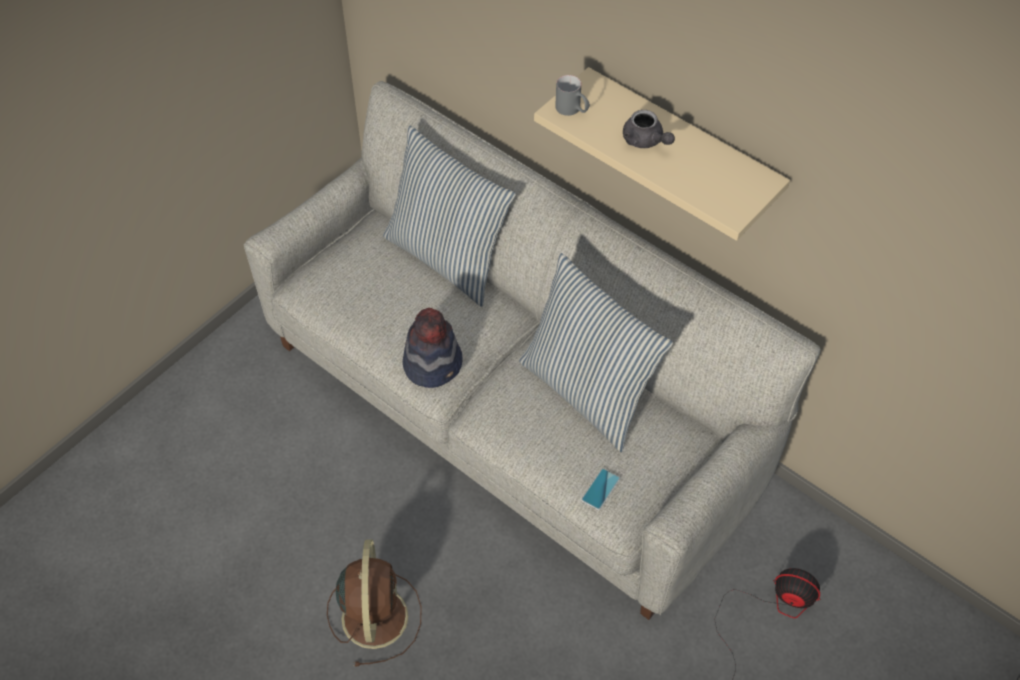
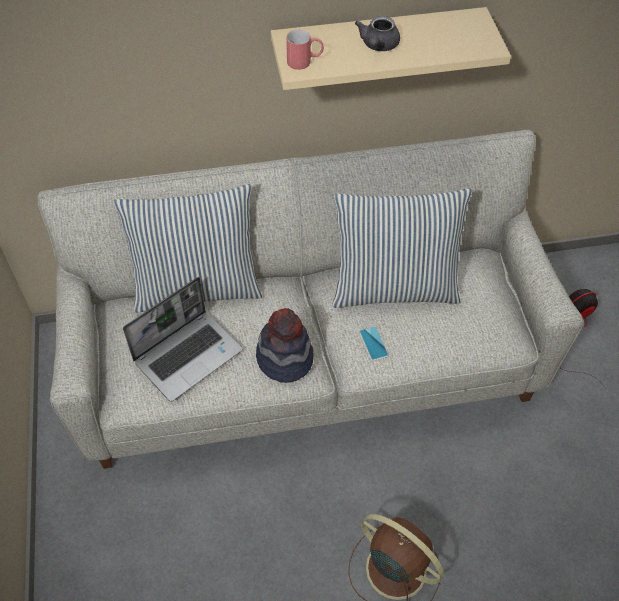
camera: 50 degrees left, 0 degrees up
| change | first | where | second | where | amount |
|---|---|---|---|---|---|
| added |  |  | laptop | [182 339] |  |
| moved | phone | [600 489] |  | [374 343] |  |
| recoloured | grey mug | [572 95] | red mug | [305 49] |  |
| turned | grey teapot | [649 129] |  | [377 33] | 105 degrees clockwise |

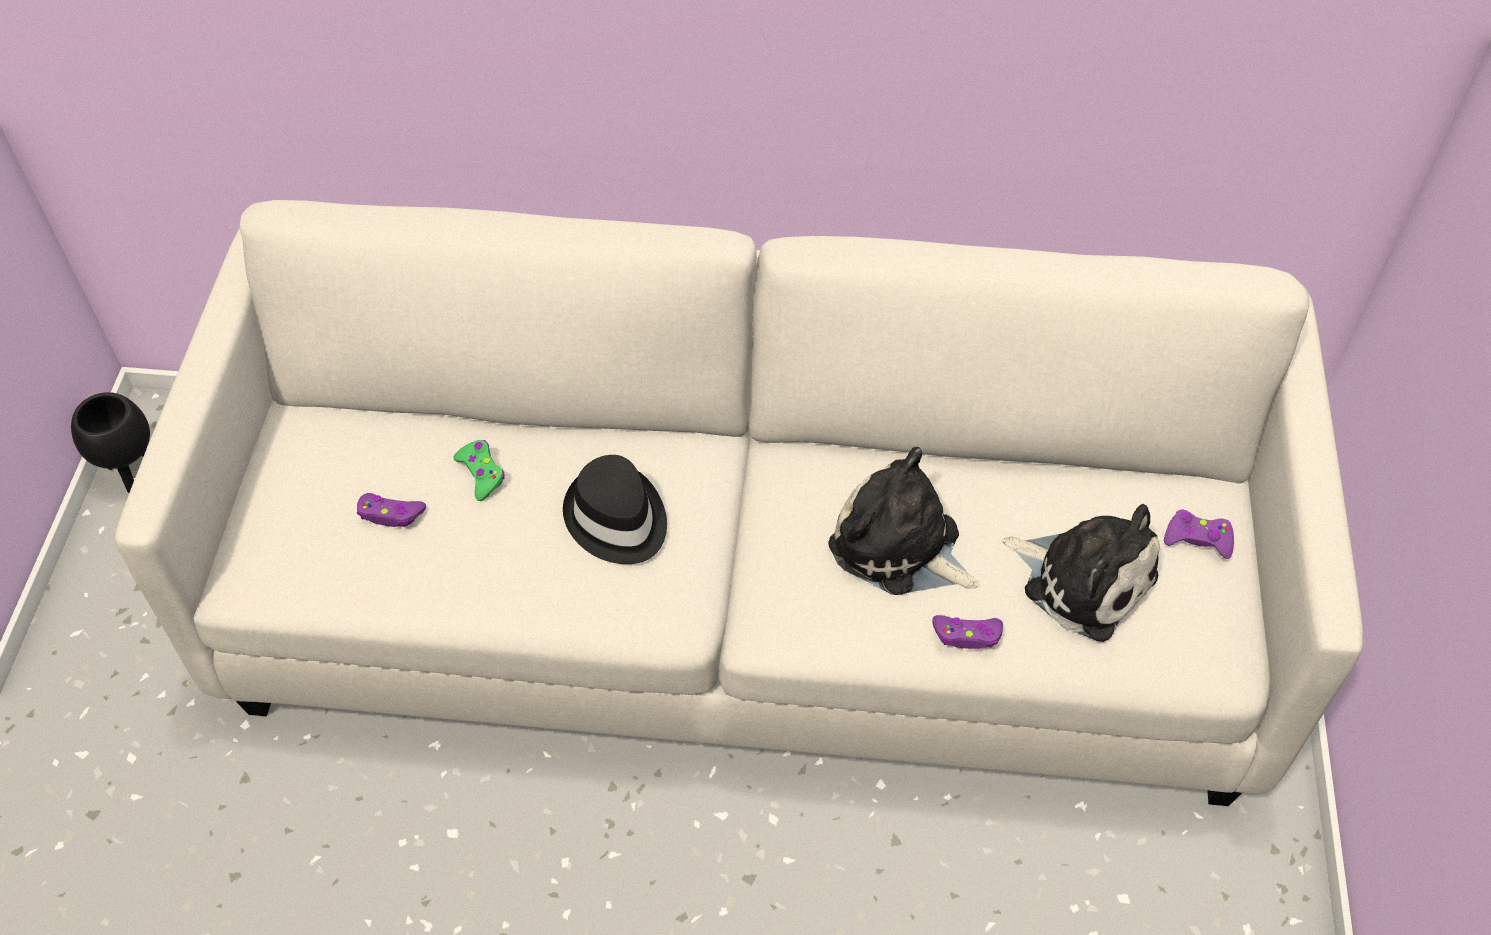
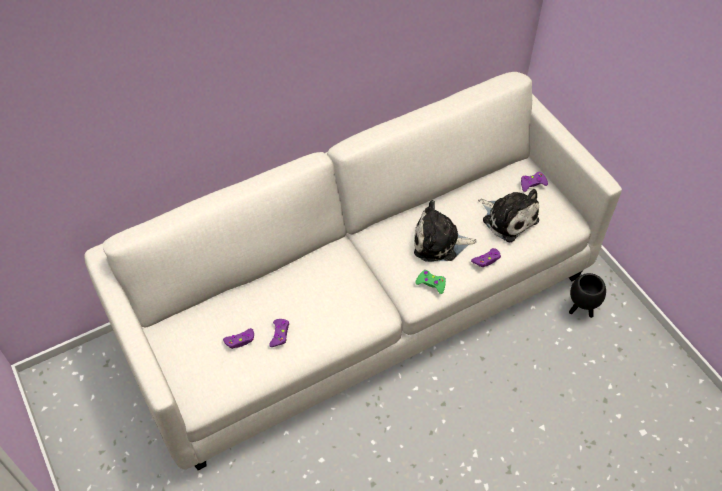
camera: 35 degrees left, 0 degrees up
| change | first | where | second | where | amount |
|---|---|---|---|---|---|
| removed | black hat | [615 509] |  |  |  |
| added |  |  | purple game controller | [279 333] |  |
| moved | black planter | [110 442] |  | [587 295] |  |
| moved | green game controller | [479 470] |  | [430 282] |  |
| turned | plush toy | [1081 573] |  | [508 216] | 45 degrees clockwise |

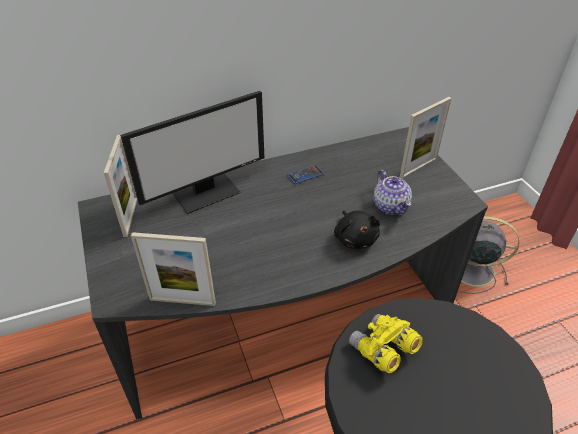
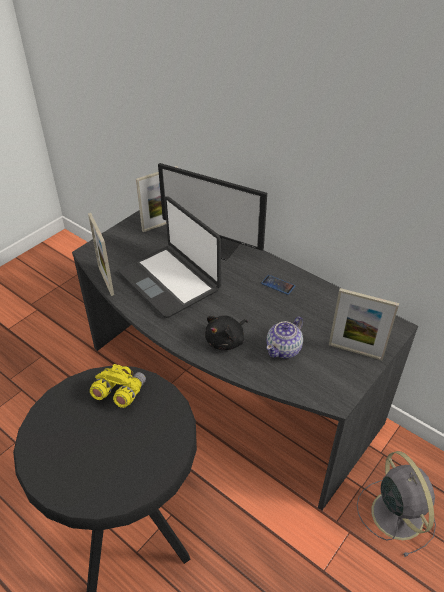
camera: 60 degrees right, 0 degrees up
| change | first | where | second | where | amount |
|---|---|---|---|---|---|
| added |  |  | laptop | [169 257] |  |

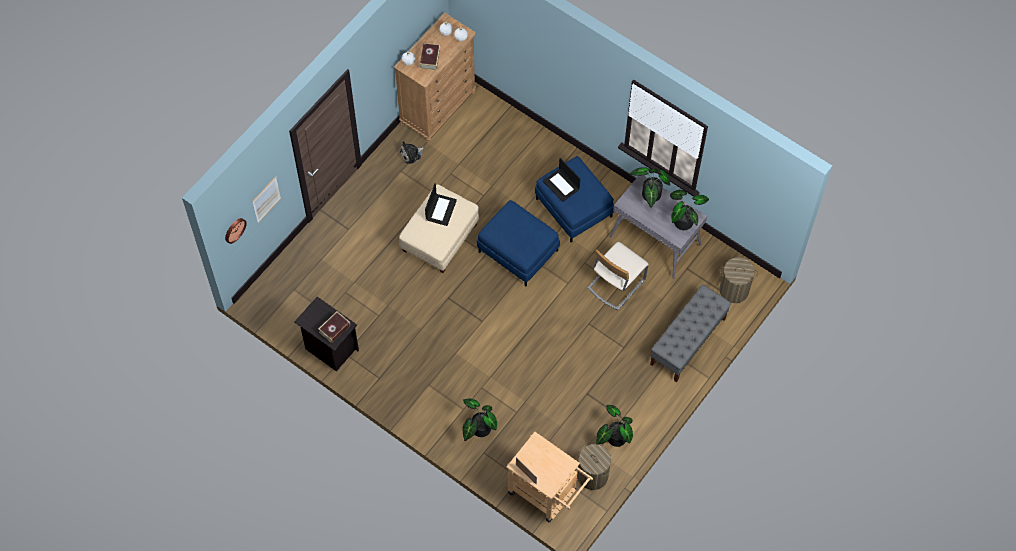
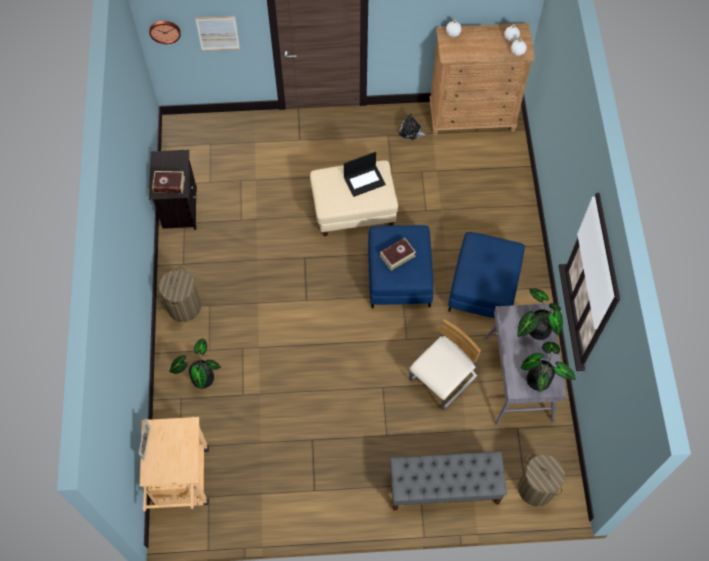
camera: 50 degrees right, 0 degrees up
| change | first | where | second | where | amount |
|---|---|---|---|---|---|
| removed | laptop | [561 180] |  |  |  |
| removed | potted plant | [614 426] |  |  |  |
| moved | book | [429 56] |  | [398 254] |  |
| moved | laundry basket | [594 467] |  | [180 294] |  |
| turned | beige chair | [618 276] |  | [445 364] | 135 degrees clockwise |

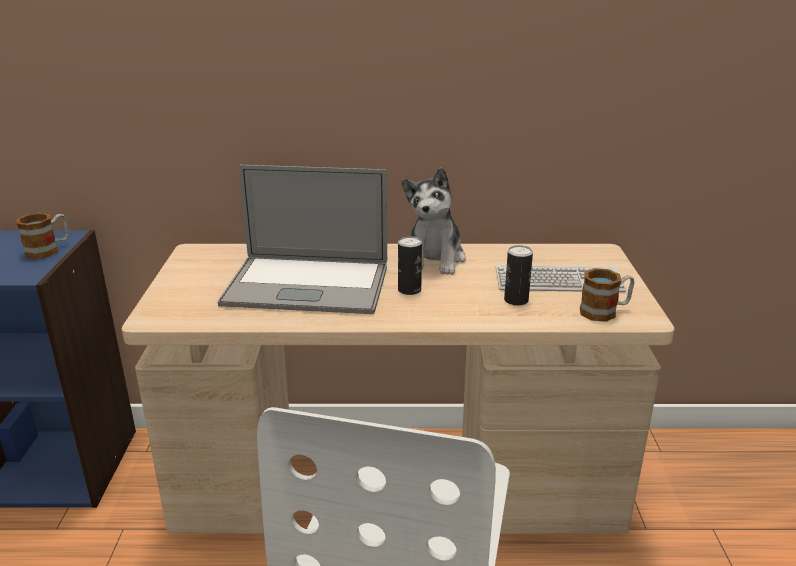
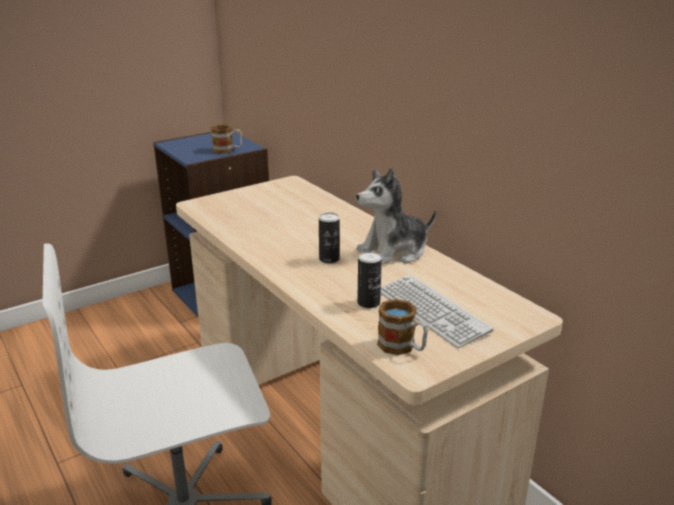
camera: 55 degrees right, 0 degrees up
| change | first | where | second | where | amount |
|---|---|---|---|---|---|
| removed | laptop | [302 239] |  |  |  |

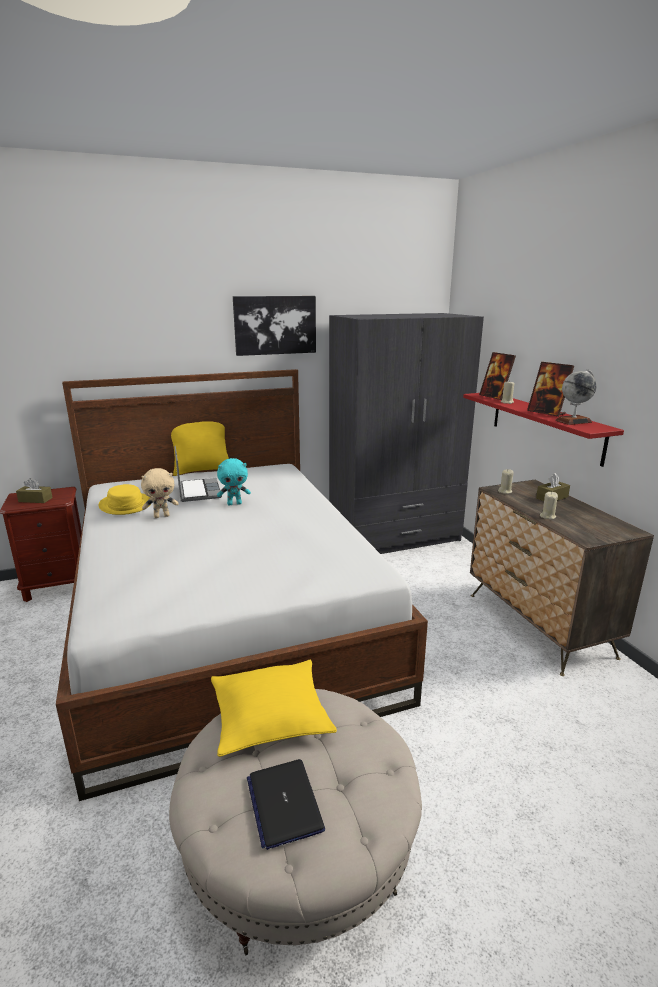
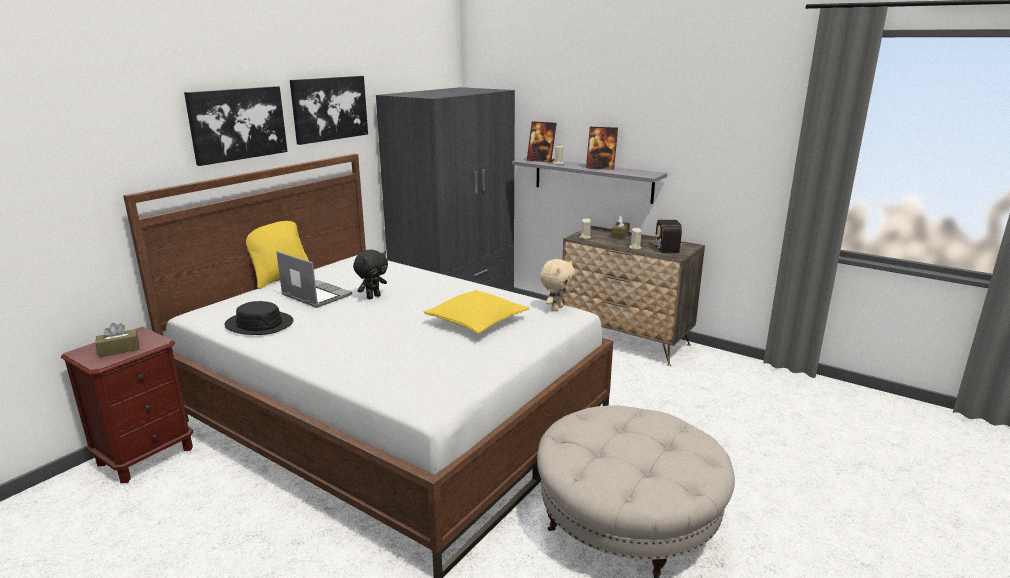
camera: 35 degrees left, 0 degrees up
| change | first | where | second | where | amount |
|---|---|---|---|---|---|
| removed | laptop | [286 804] |  |  |  |
| removed | globe | [576 397] |  |  |  |
| added |  |  | picture | [236 126] |  |
| added |  |  | radio | [668 236] |  |
| moved | beige plush toy | [160 493] |  | [557 285] |  |
| moved | yellow pillow | [274 708] |  | [477 312] |  |
| recoloured | yellow hat | [124 499] | black hat | [258 318] |  |
| recoloured | turquoise plush toy | [234 481] | black plush toy | [370 274] |  |
| recoloured | red shelf | [543 430] | grey shelf | [589 181] |  |

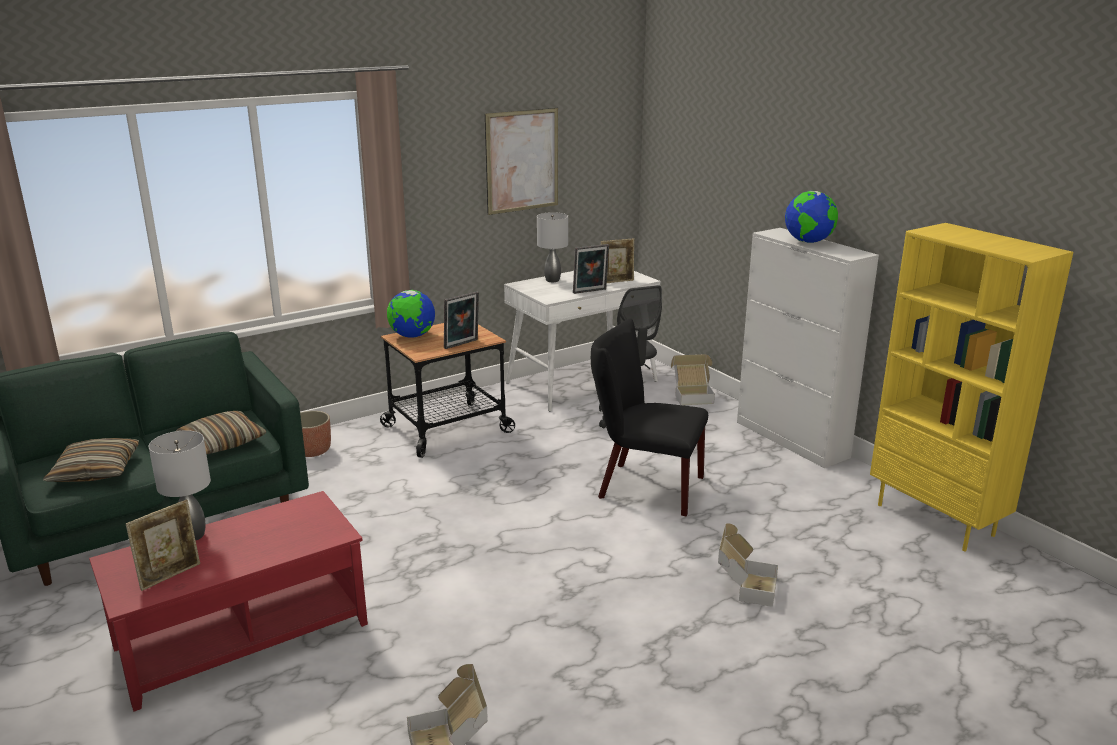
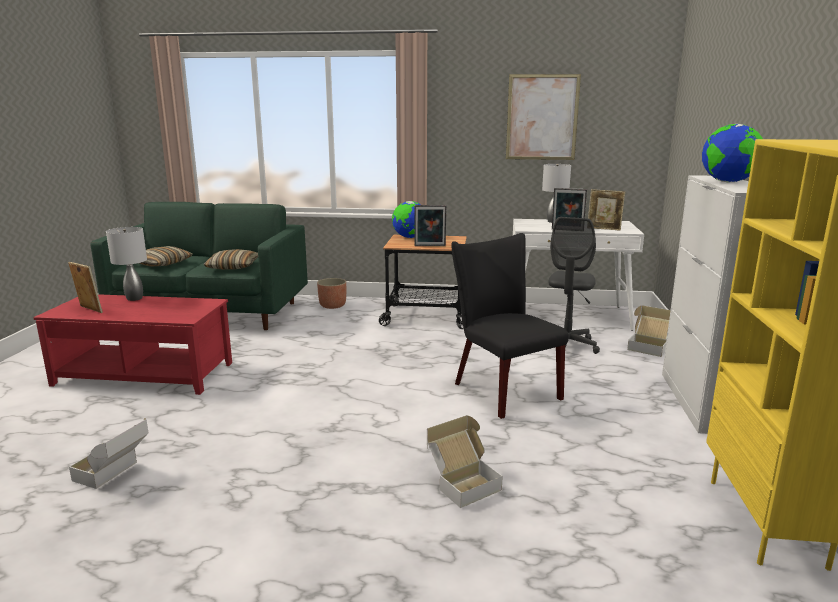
camera: 40 degrees right, 5 degrees down
| change | first | where | second | where | amount |
|---|---|---|---|---|---|
| turned | picture frame | [163 545] |  | [85 287] | 135 degrees counterclockwise |

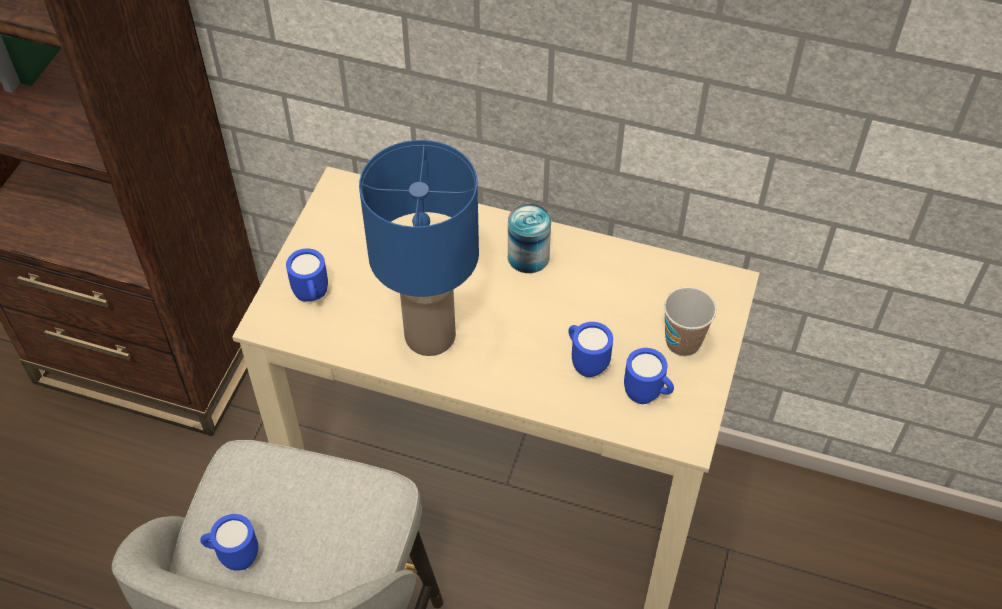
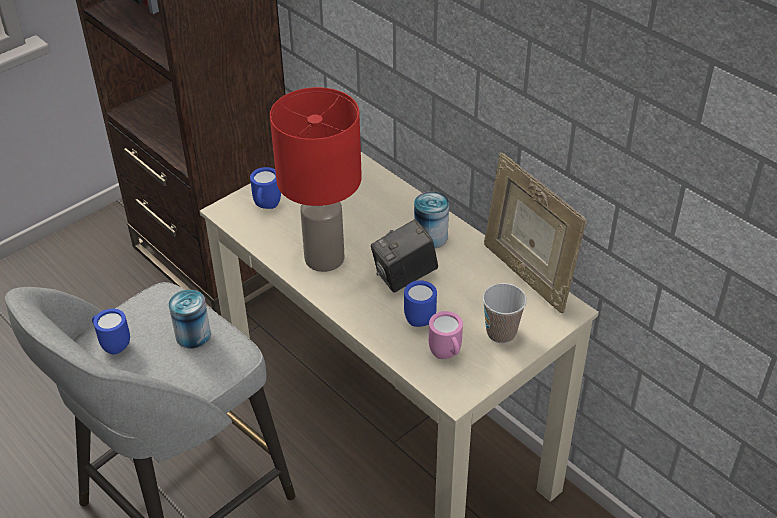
camera: 30 degrees right, 10 degrees down
| change | first | where | second | where | amount |
|---|---|---|---|---|---|
| added |  |  | can | [190 319] |  |
| added |  |  | photo camera | [404 255] |  |
| added |  |  | picture frame | [535 233] |  |
| recoloured | blue table lamp | [419 248] | red table lamp | [316 179] |  |
| recoloured | blue mug | [649 376] | pink mug | [446 335] |  |

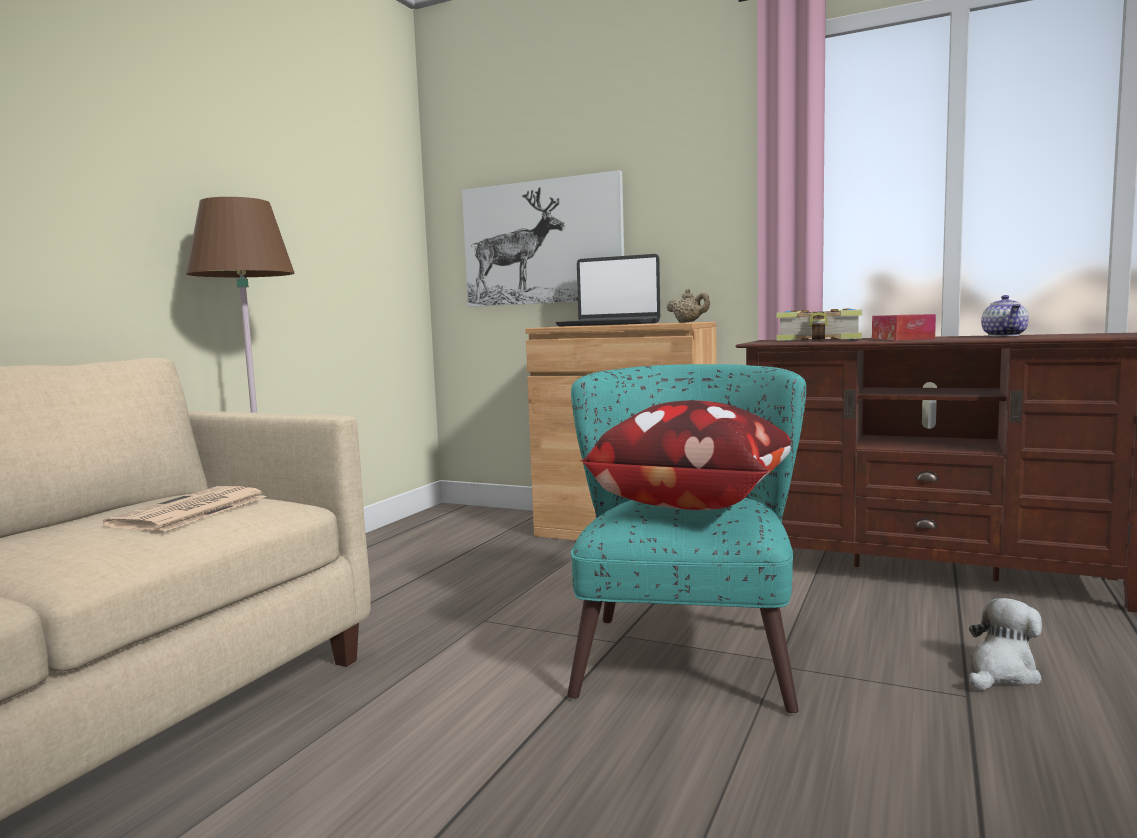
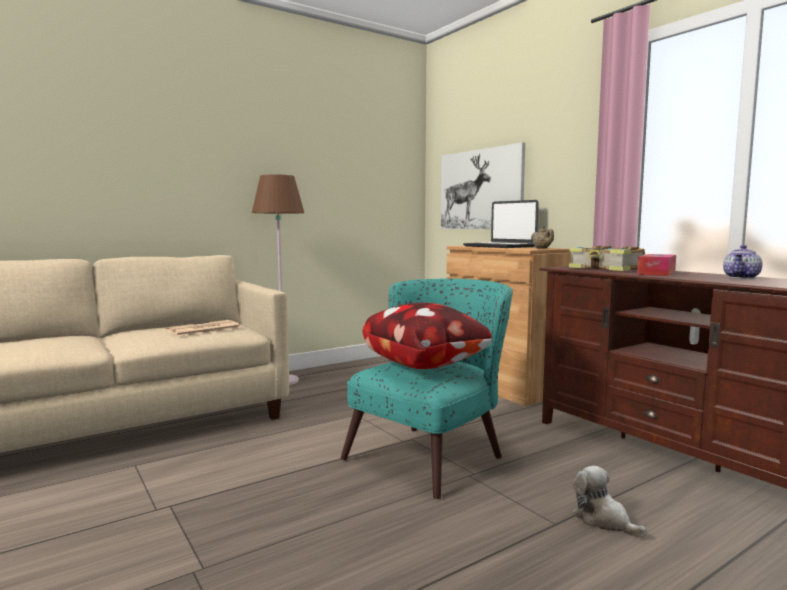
camera: 30 degrees right, 0 degrees up
| change | first | where | second | where | amount |
|---|---|---|---|---|---|
| turned | plush toy | [1005 644] |  | [609 501] | 120 degrees counterclockwise |

